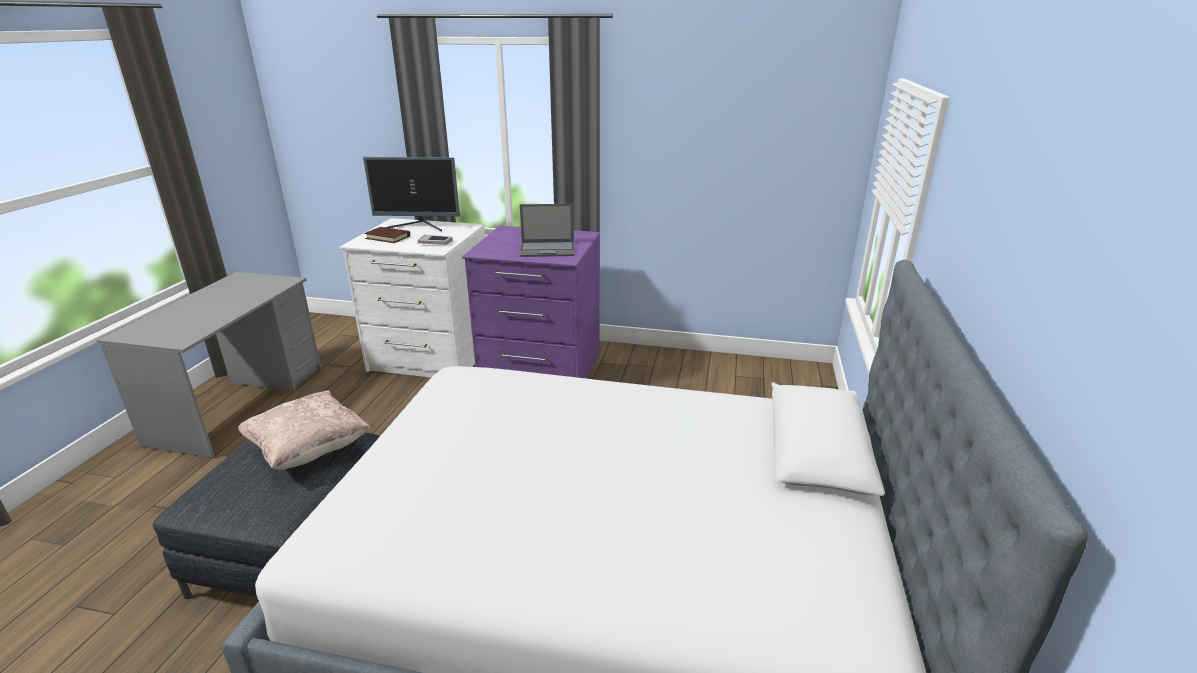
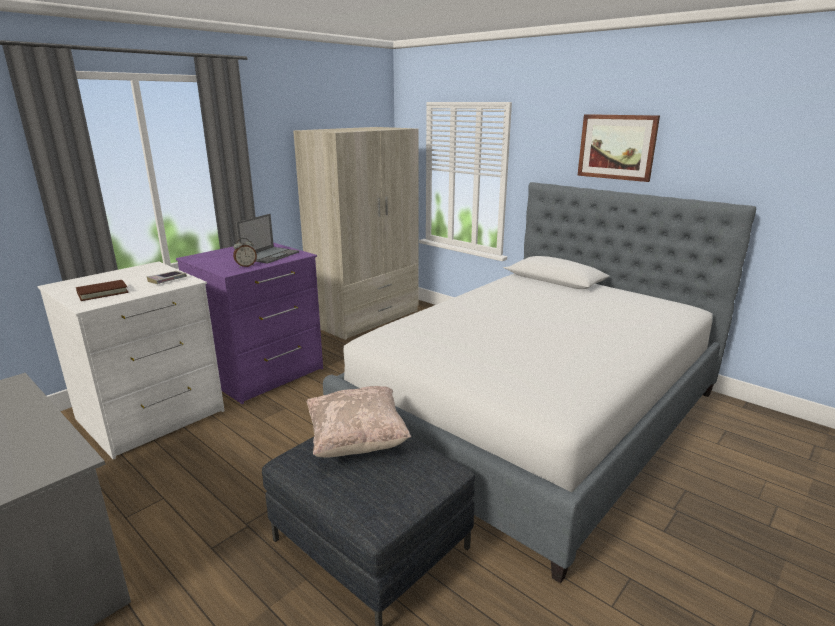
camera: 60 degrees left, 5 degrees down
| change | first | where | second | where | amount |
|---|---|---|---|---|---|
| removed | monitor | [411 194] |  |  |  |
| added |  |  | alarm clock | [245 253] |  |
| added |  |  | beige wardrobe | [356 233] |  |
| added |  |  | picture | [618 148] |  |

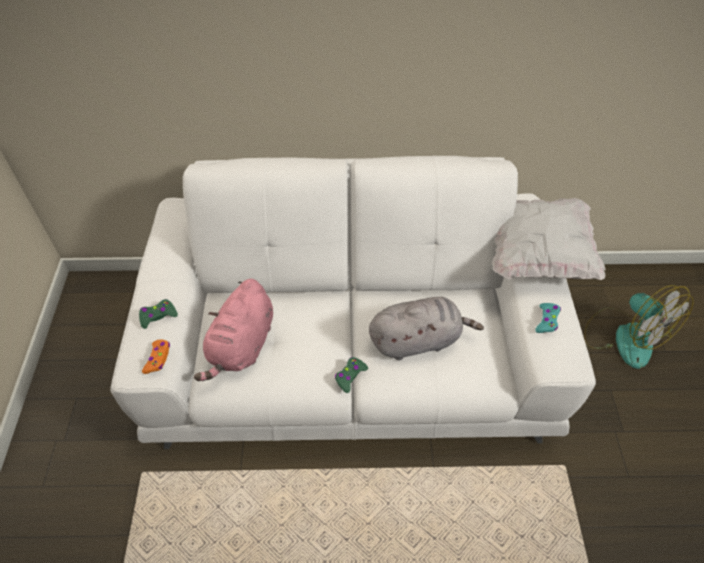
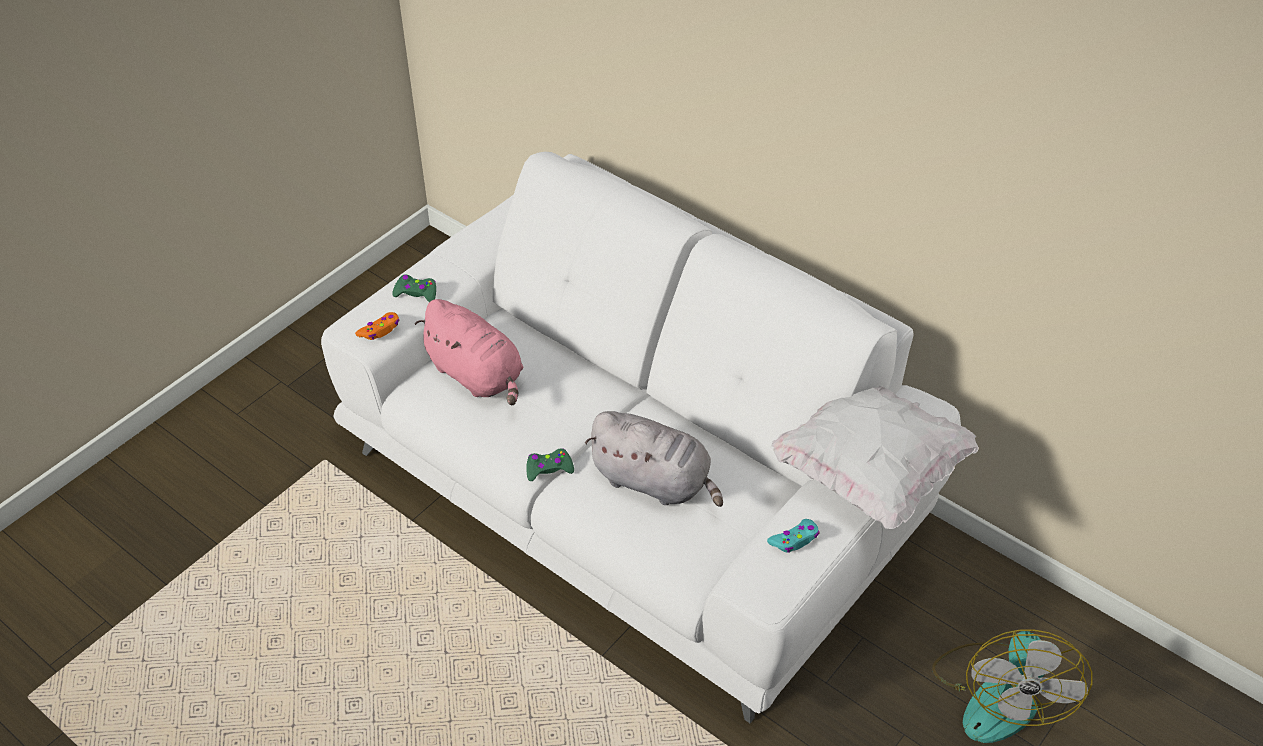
camera: 40 degrees right, 5 degrees down
| change | first | where | second | where | amount |
|---|---|---|---|---|---|
| turned | pink plush toy | [233 330] |  | [469 352] | 105 degrees counterclockwise |

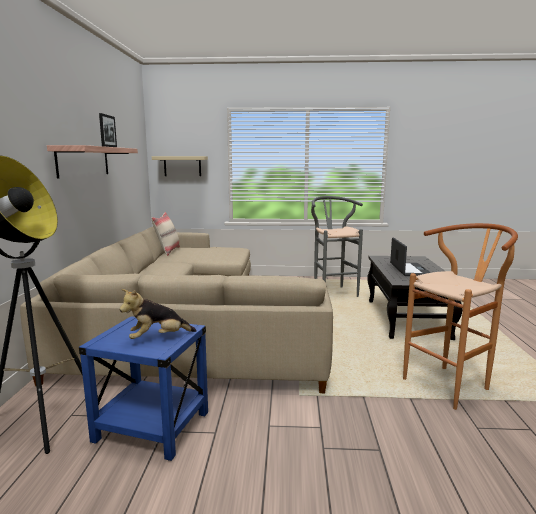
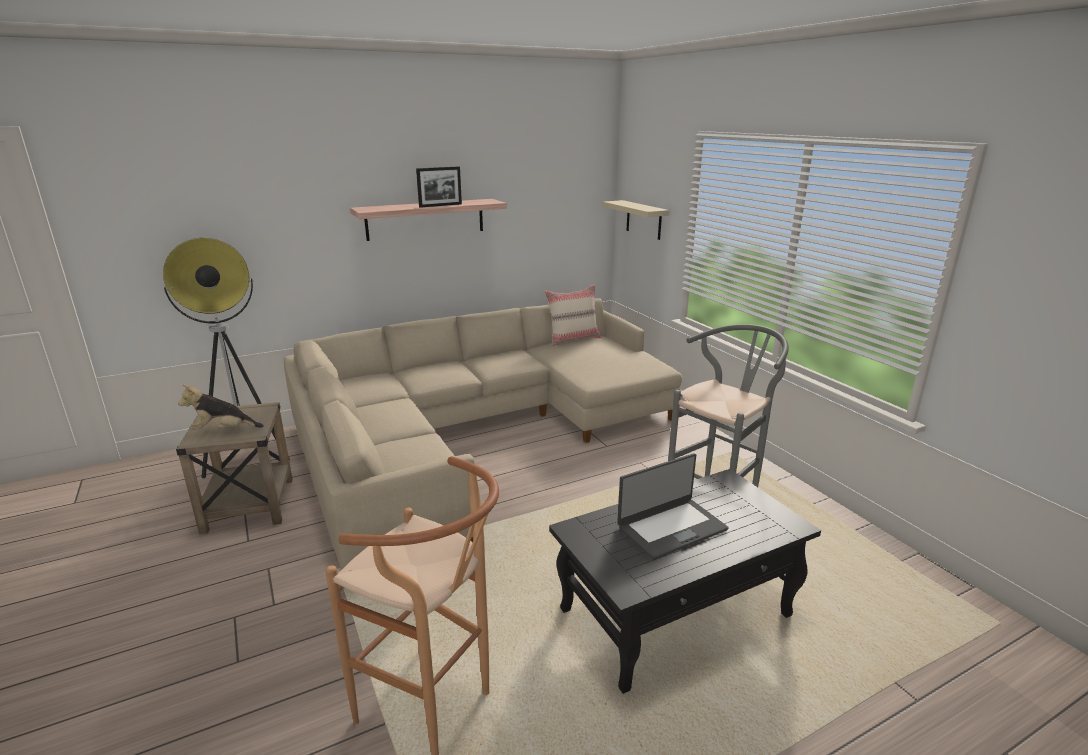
camera: 60 degrees right, 10 degrees up
| change | first | where | second | where | amount |
|---|---|---|---|---|---|
| recoloured | blue side table | [143 388] | beige side table | [234 468] |  |
| turned | plush toy | [158 314] |  | [221 407] | 45 degrees counterclockwise |

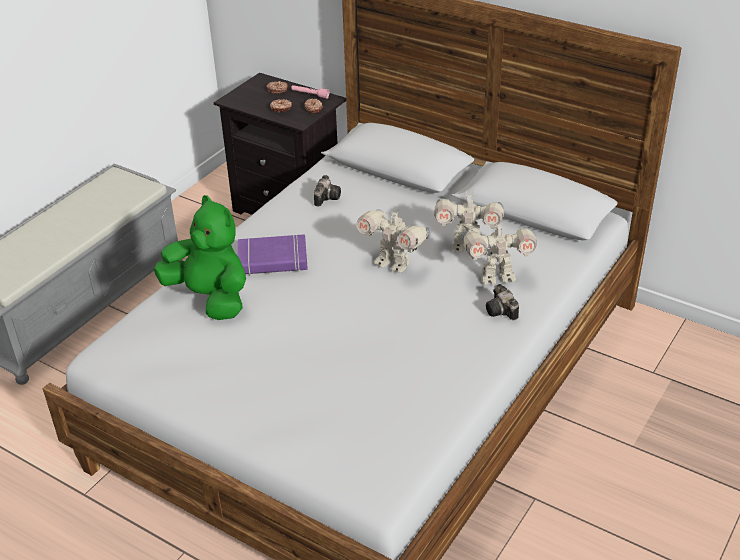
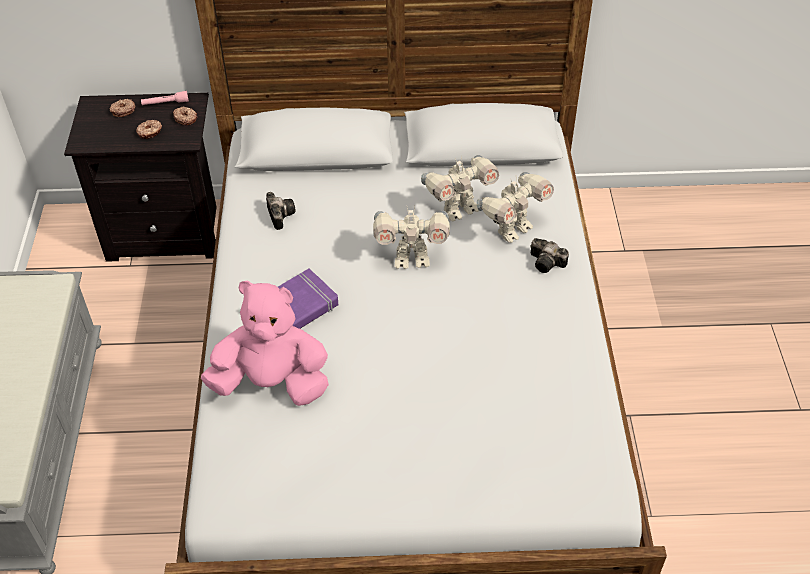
camera: 35 degrees left, 10 degrees up
| change | first | where | second | where | amount |
|---|---|---|---|---|---|
| recoloured | green plush toy | [200 257] | pink plush toy | [265 343] |  |

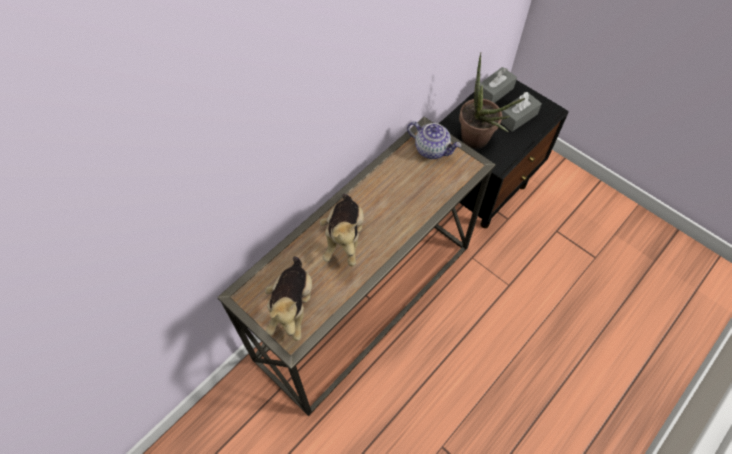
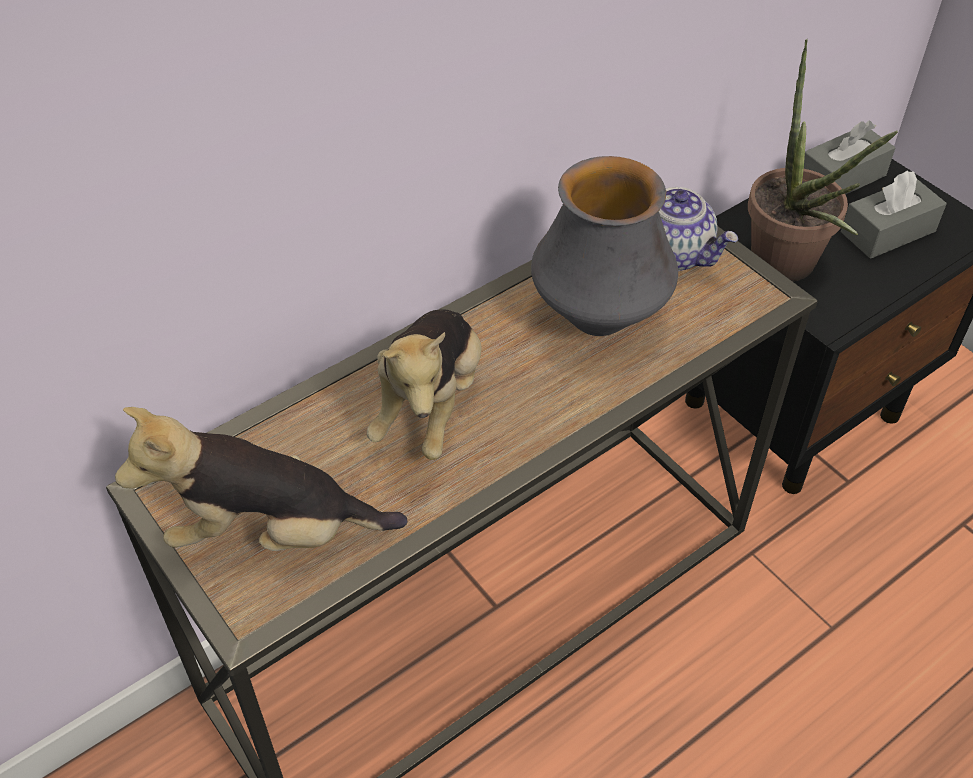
camera: 10 degrees right, 10 degrees down
| change | first | where | second | where | amount |
|---|---|---|---|---|---|
| added |  |  | vase | [604 246] |  |
| turned | plush toy | [288 298] |  | [261 479] | 75 degrees clockwise |

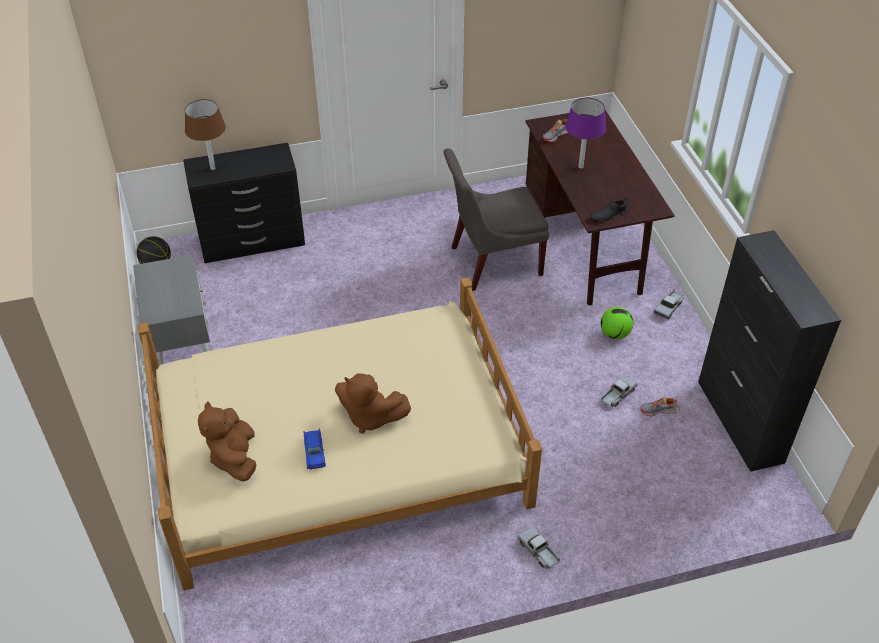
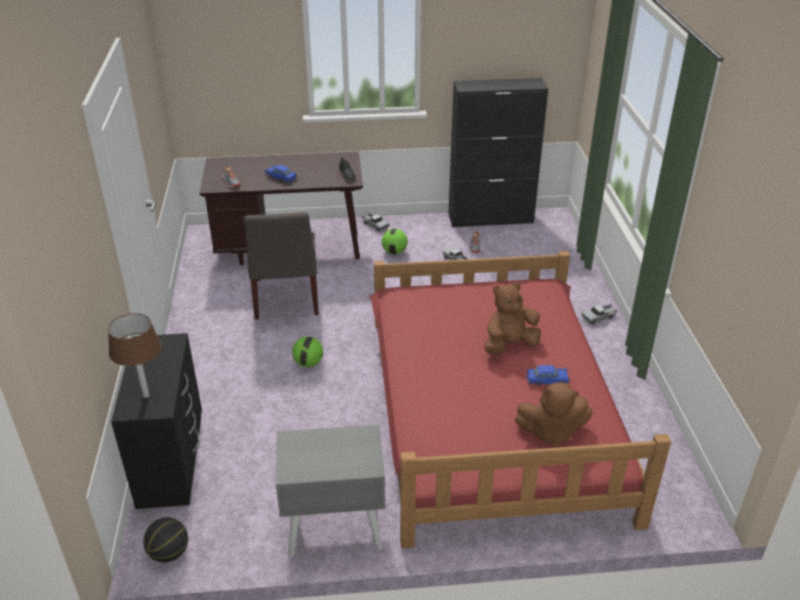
camera: 80 degrees left, 10 degrees down
| change | first | where | second | where | amount |
|---|---|---|---|---|---|
| added |  |  | football | [307 351] |  |
| replaced | purple table lamp | [585 133] | blue toy car | [281 174] |  |
| recoloured | beige bed | [339 434] | red bed | [520 399] |  |
| turned | brown plush toy | [373 404] |  | [513 318] | 150 degrees counterclockwise |

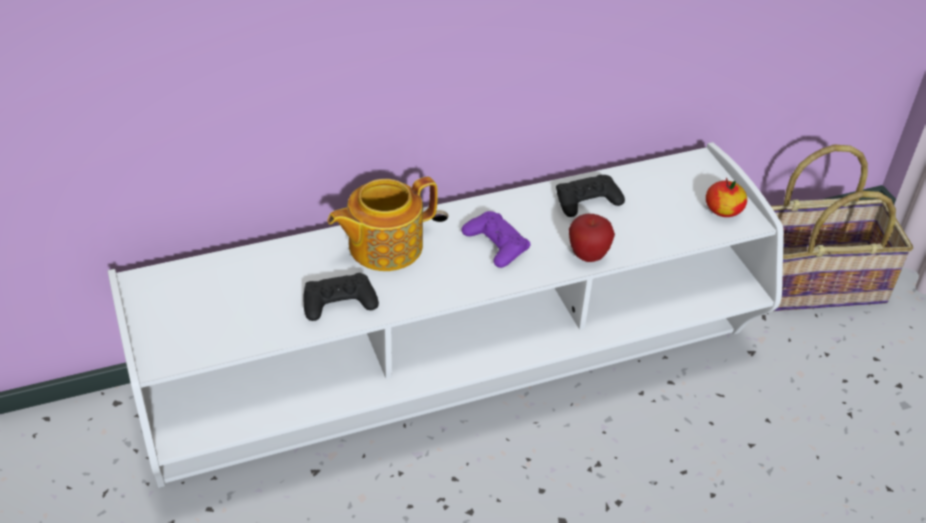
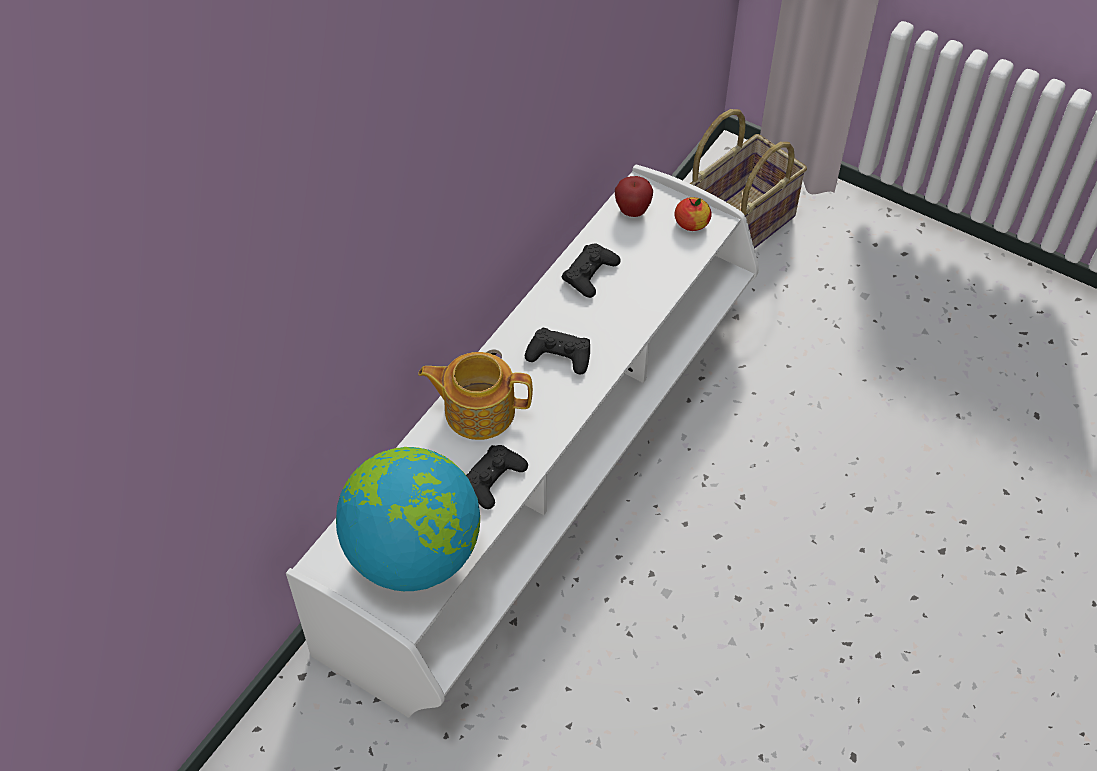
camera: 35 degrees left, 10 degrees up
| change | first | where | second | where | amount |
|---|---|---|---|---|---|
| added |  |  | globe | [408 519] |  |
| moved | apple | [592 238] |  | [634 196] |  |
| recoloured | purple game controller | [496 239] | black game controller | [557 351] |  |
| turned | teapot | [382 224] |  | [475 396] | 75 degrees clockwise |

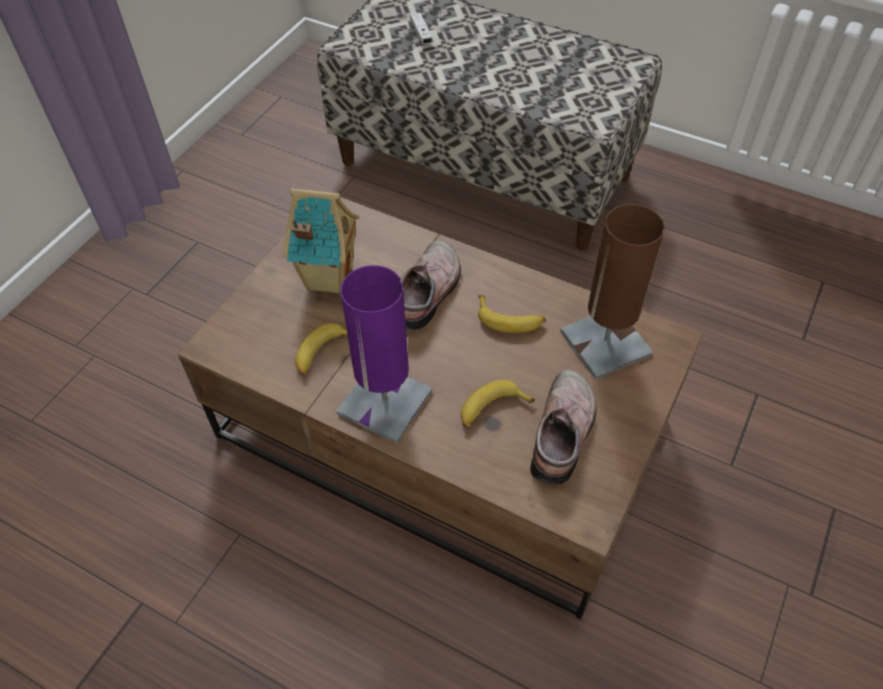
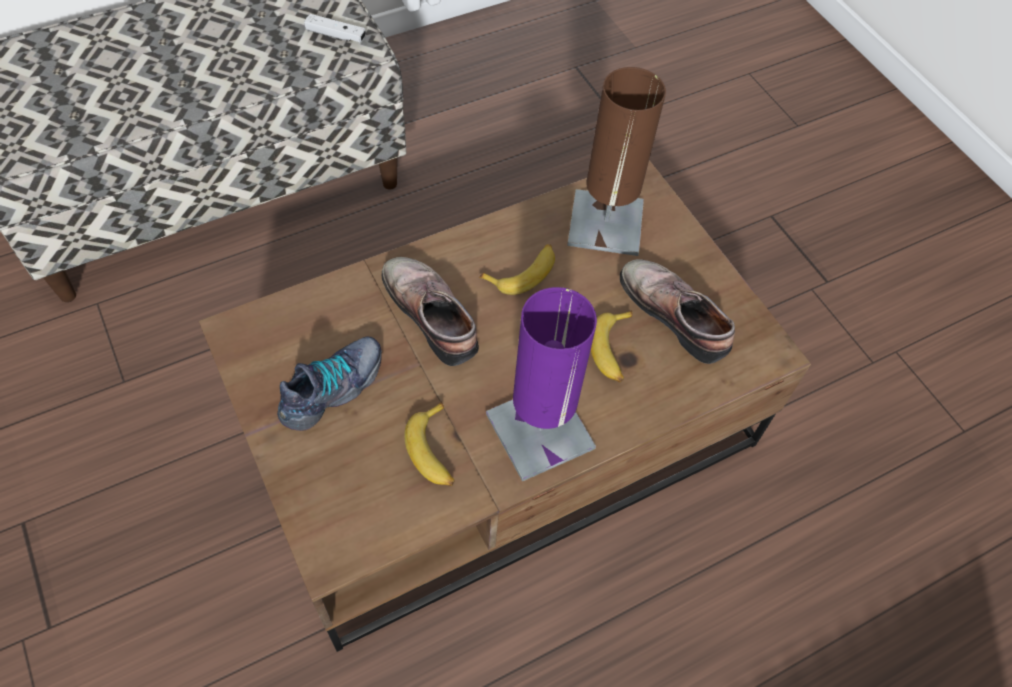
camera: 60 degrees left, 5 degrees up
| change | first | where | second | where | amount |
|---|---|---|---|---|---|
| moved | white game controller | [421 28] |  | [335 28] |  |
| replaced | toy house | [321 242] | shoe | [329 383] |  |

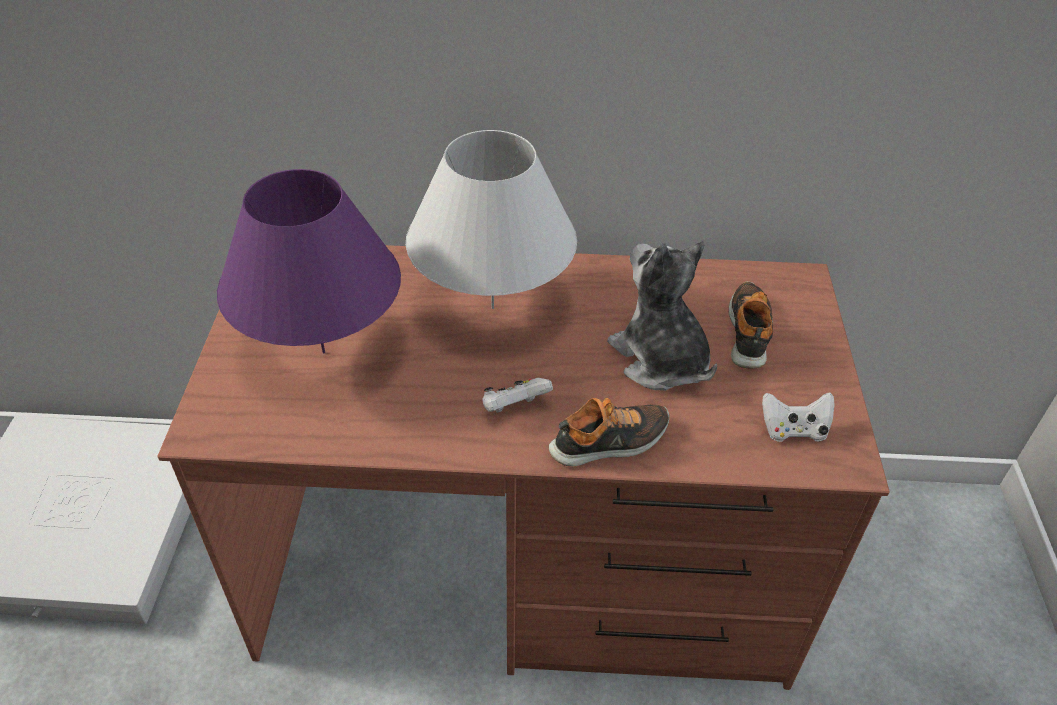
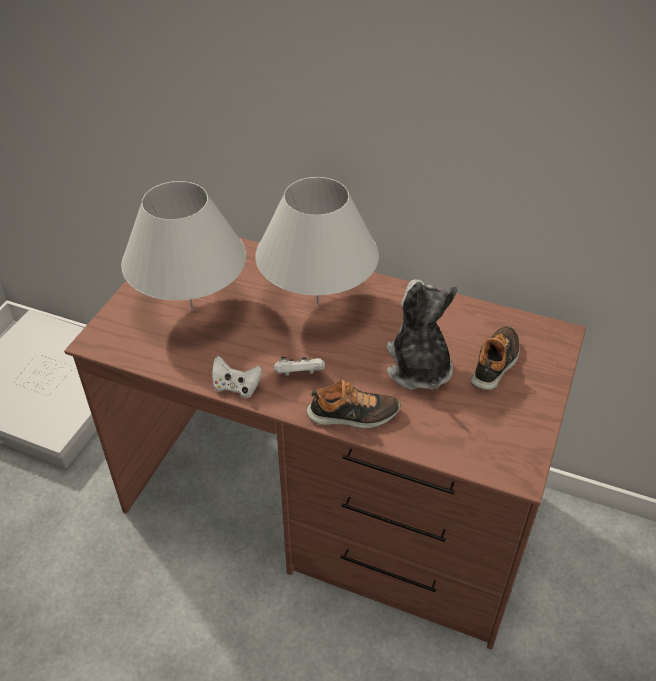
camera: 20 degrees right, 0 degrees up
| change | first | where | second | where | amount |
|---|---|---|---|---|---|
| moved | white game controller | [798 417] |  | [237 377] |  |
| recoloured | purple table lamp | [309 261] | white table lamp | [183 245] |  |

